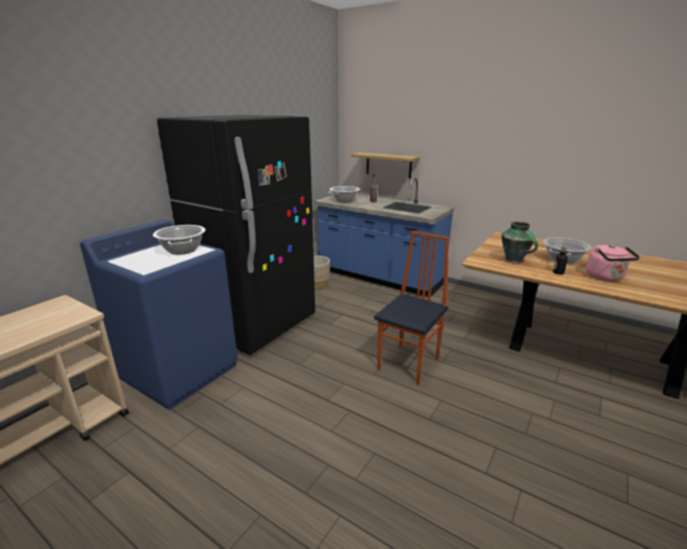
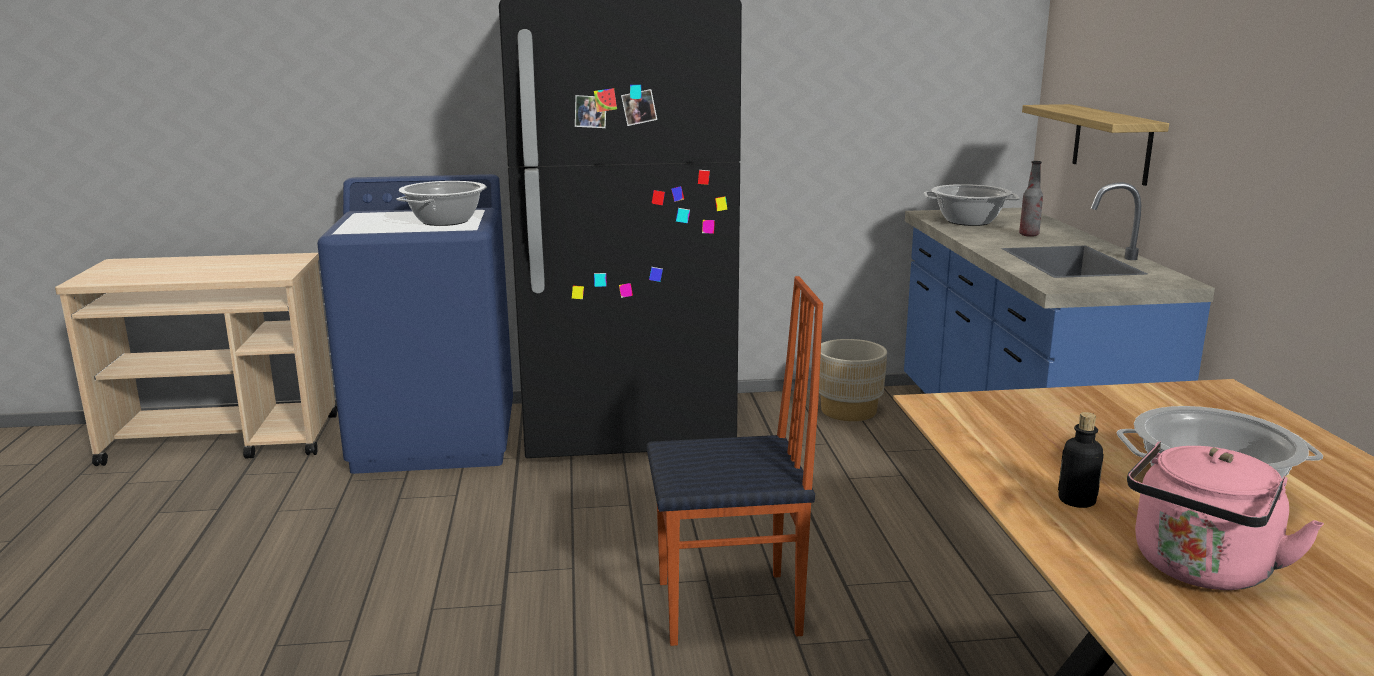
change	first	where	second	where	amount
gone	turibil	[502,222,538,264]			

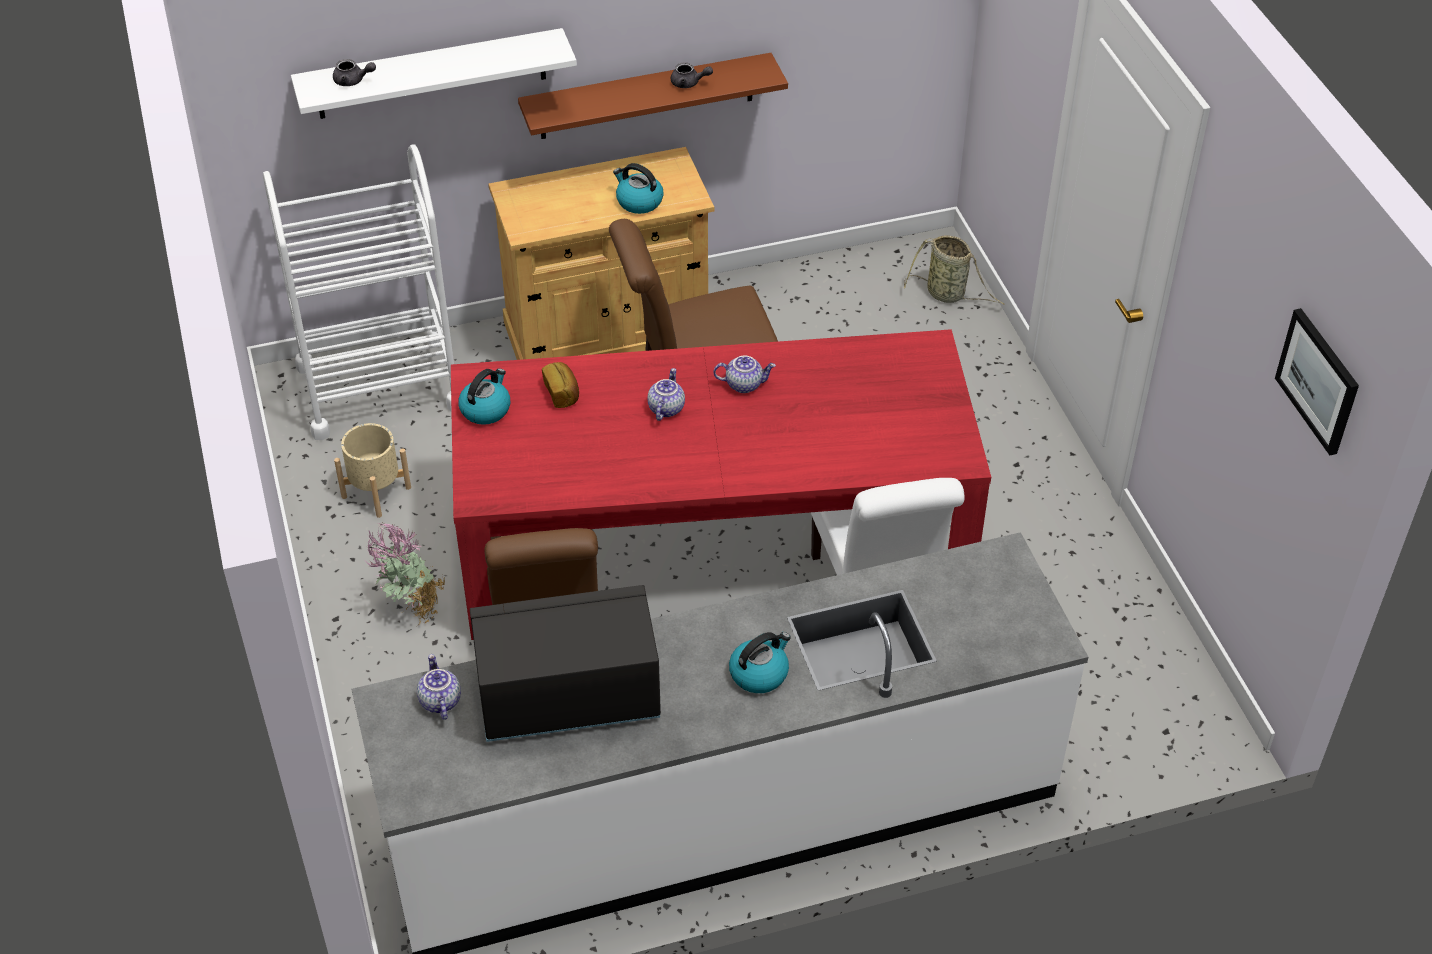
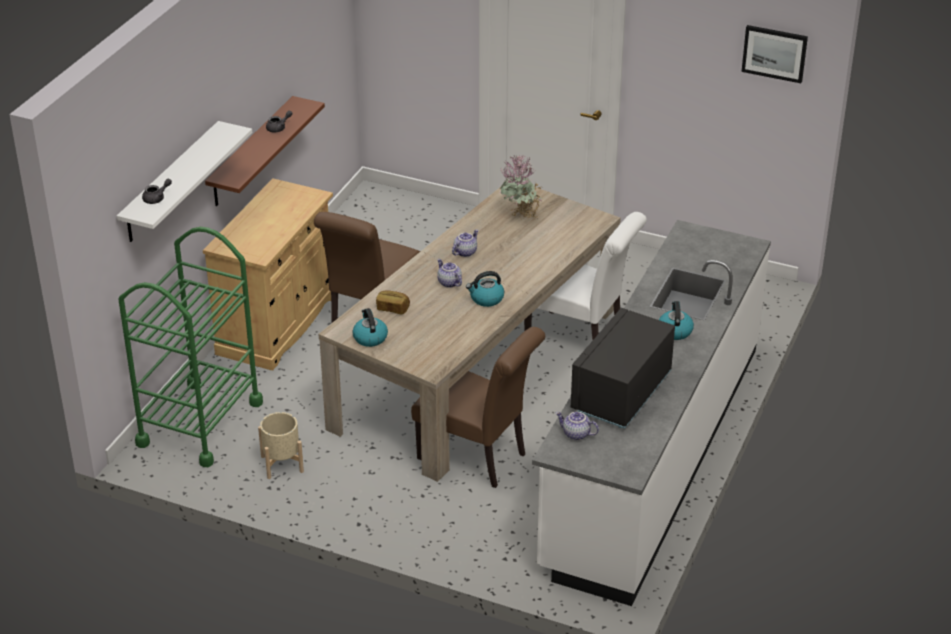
change	first	where	second	where	amount
repainted	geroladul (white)	[263,144,454,440]	geroladul (green)	[118,227,263,467]	
shifted	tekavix	[613,163,664,214]		[466,271,504,307]	
gone	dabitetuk	[904,235,1004,304]			
repainted	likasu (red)	[451,329,991,640]	likasu (beige)	[319,186,621,482]	
shifted	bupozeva	[363,523,445,626]		[500,155,543,219]	

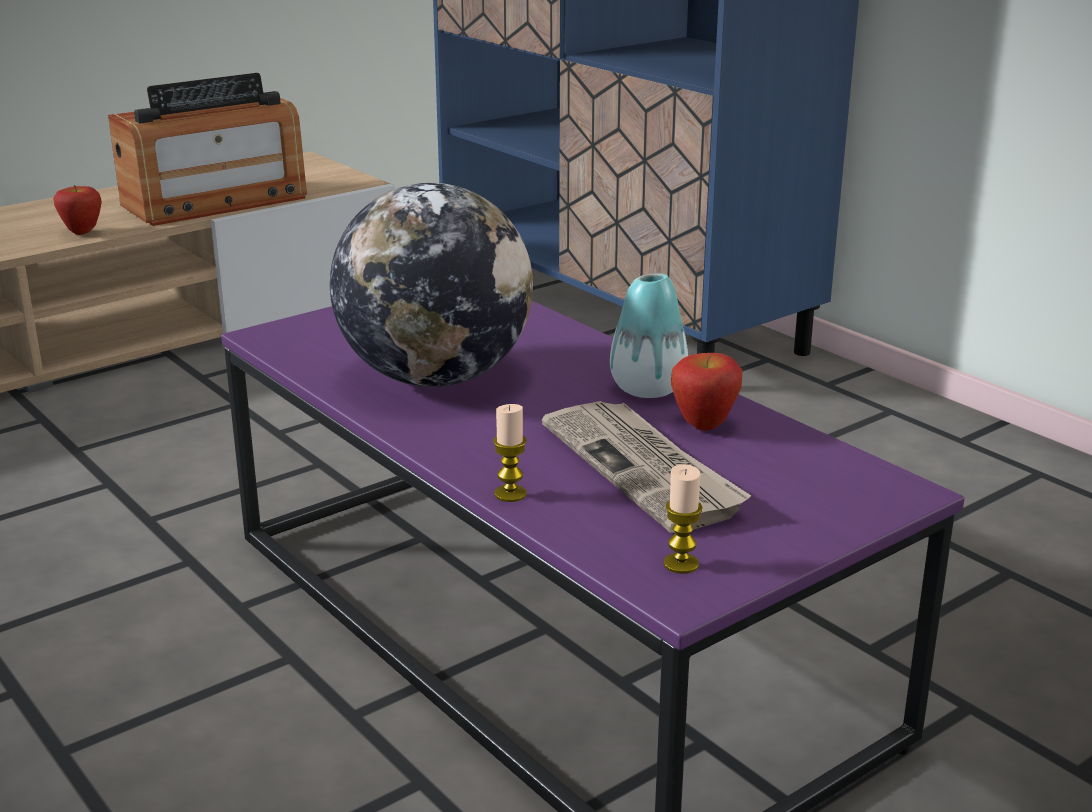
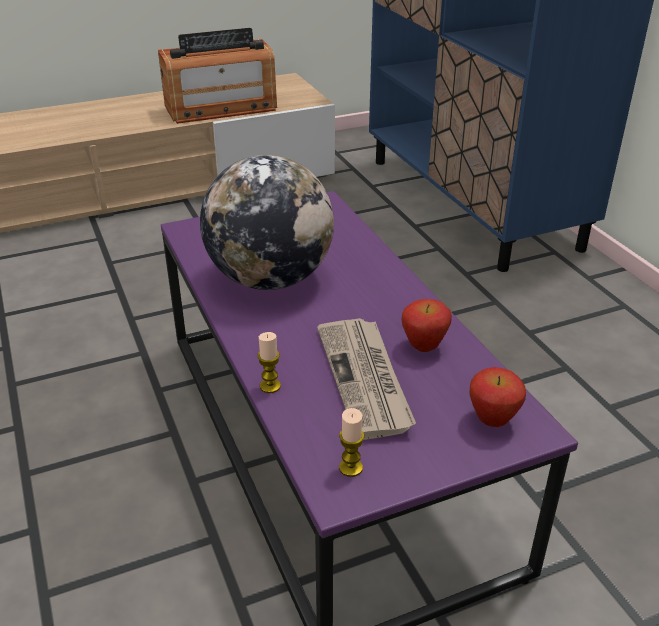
change	first	where	second	where	amount
shifted	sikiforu	[53,185,102,235]		[470,367,526,427]	
gone	turibil	[610,273,688,398]			

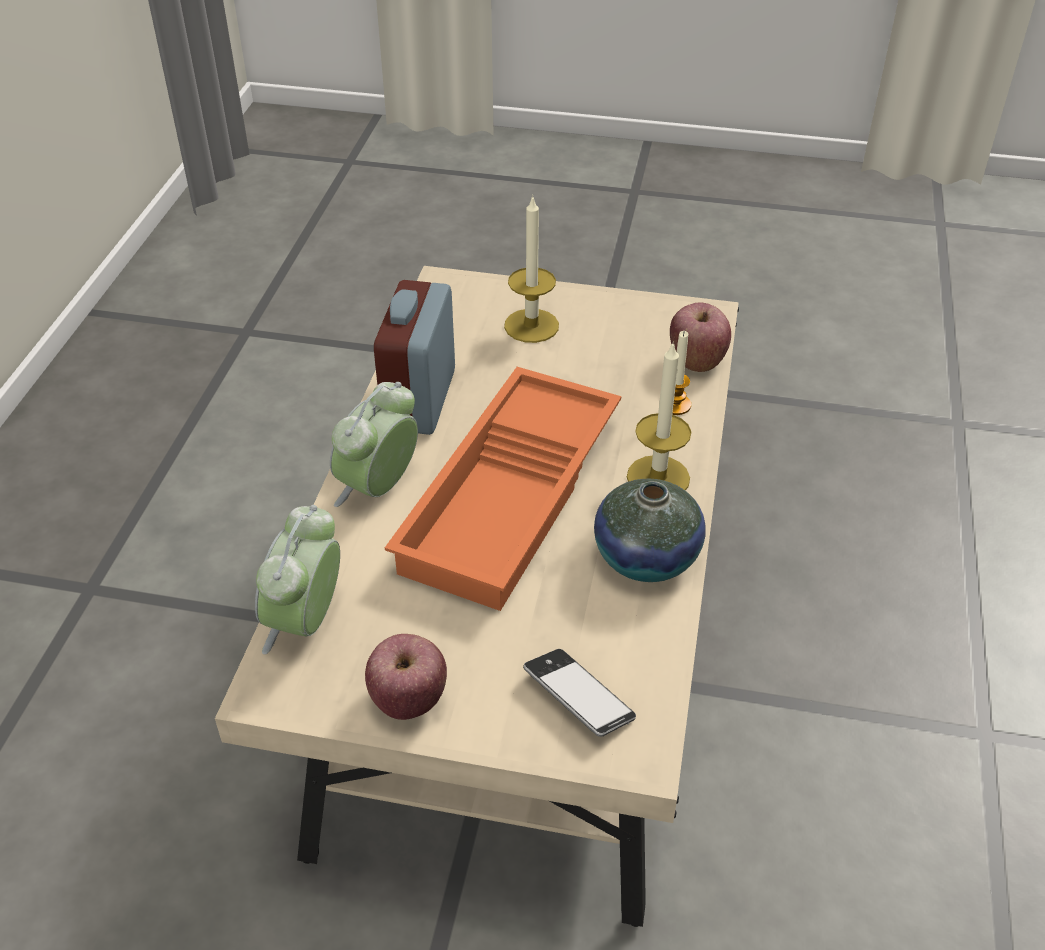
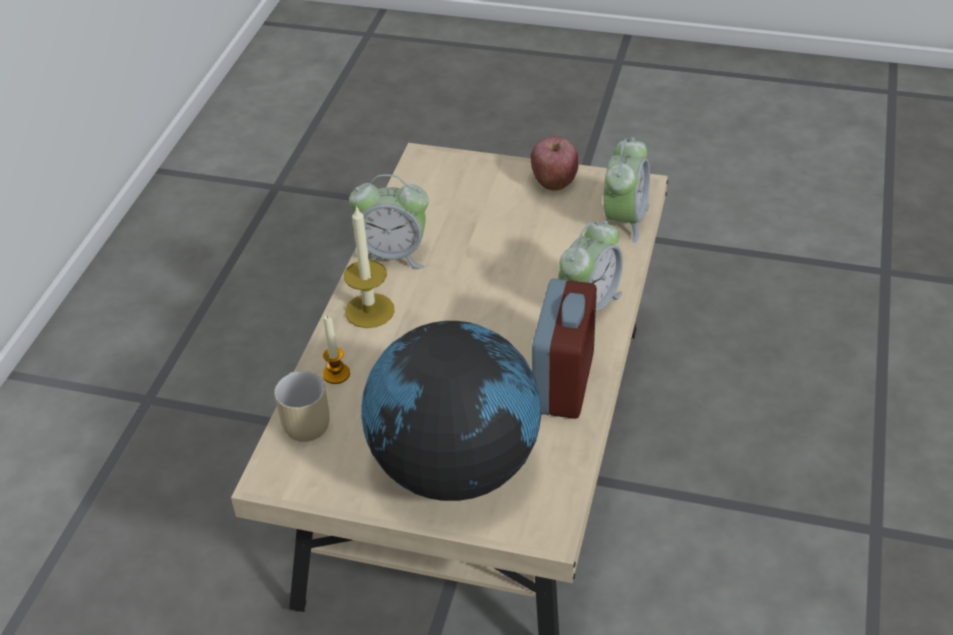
change	first	where	second	where	amount
swapped	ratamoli	[504,195,559,343]	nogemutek	[362,321,541,501]	
swapped	sikiforu	[670,302,731,372]	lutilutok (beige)	[274,371,330,442]	
gone	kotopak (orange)	[385,367,621,611]			
swapped	turibil	[594,479,706,582]	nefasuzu	[349,174,429,268]	
gone	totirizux	[523,649,636,737]			

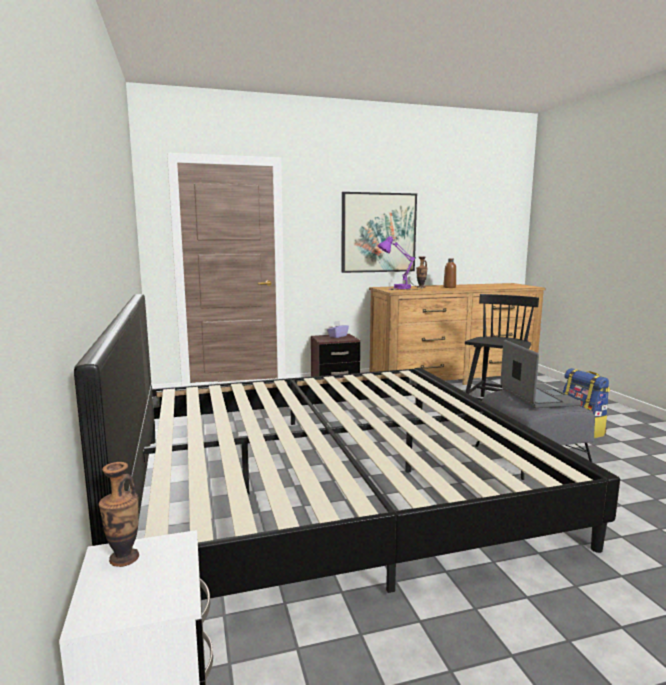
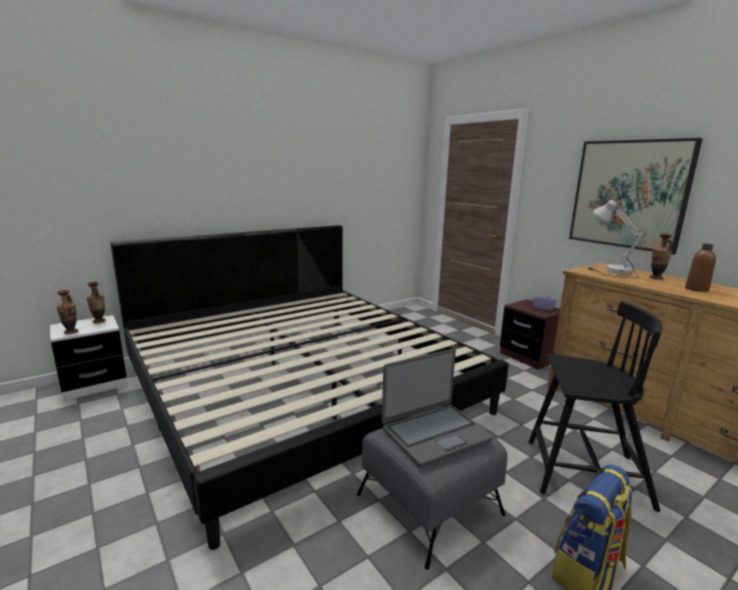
change	first	where	second	where	amount
repainted	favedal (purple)	[378,236,422,290]	favedal (white)	[588,200,646,278]	
new			turibil	[57,290,78,334]	

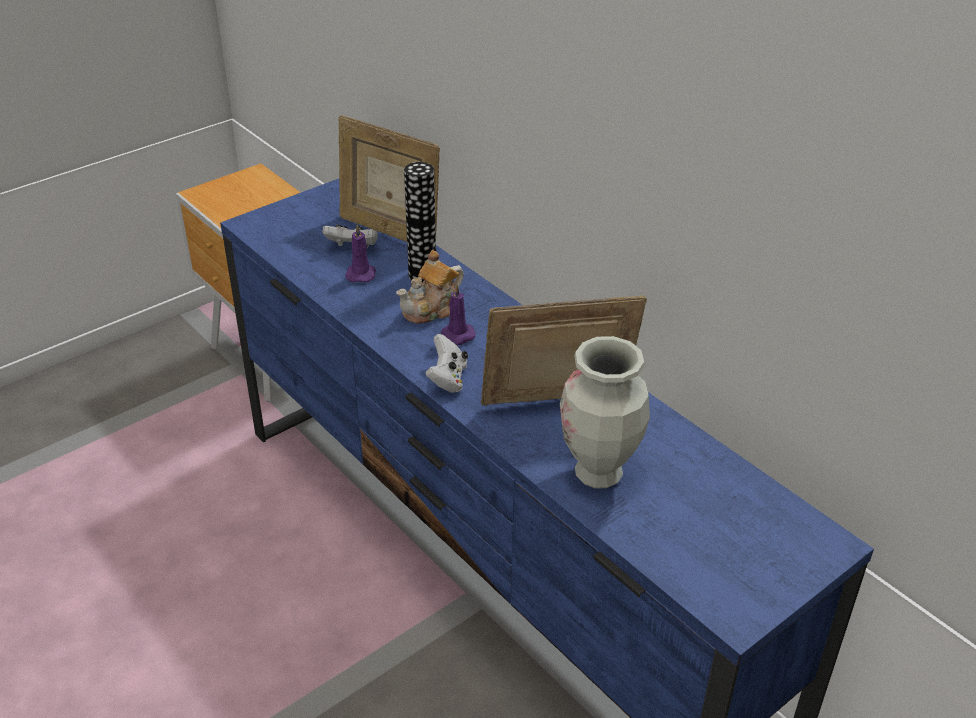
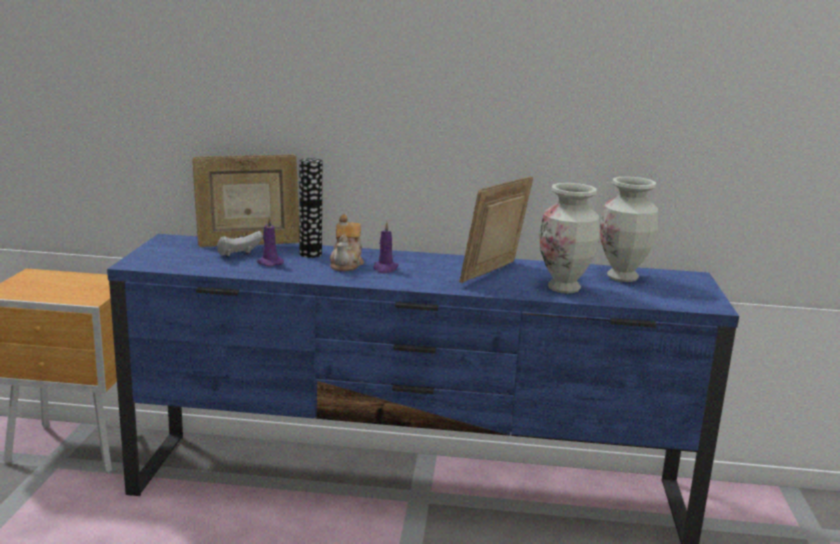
change	first	where	second	where	amount
gone	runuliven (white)	[425,334,468,393]			
new			turibil	[600,177,658,282]	

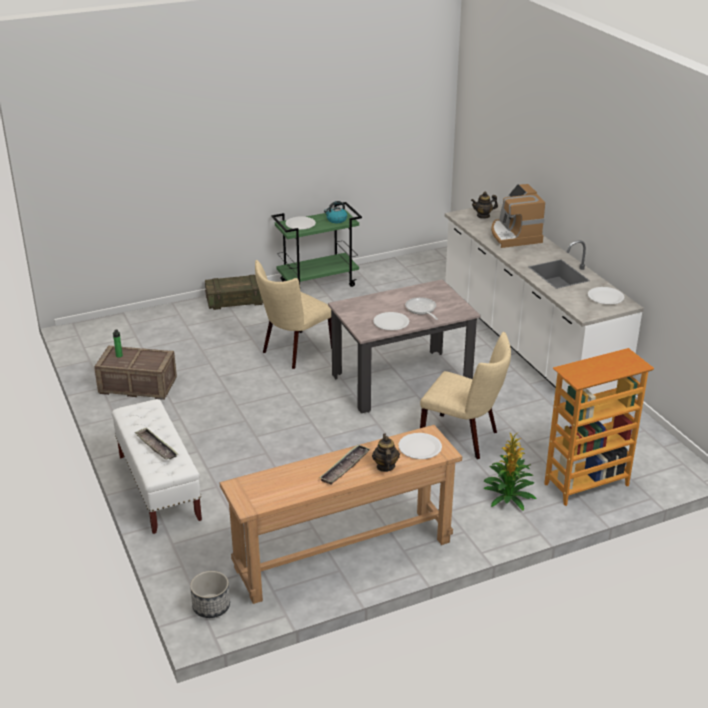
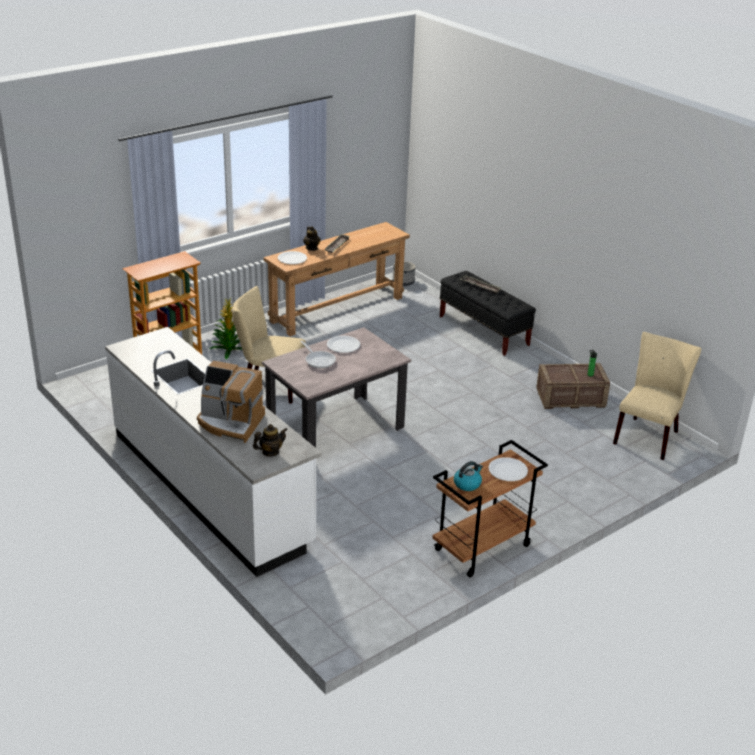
change	first	where	second	where	amount
rotated	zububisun	[491,184,545,248]		[197,361,265,443]	135 degrees clockwise
repainted	geroladul (green)	[272,202,362,292]	geroladul (brown)	[432,440,548,577]	
shifted	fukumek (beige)	[255,260,332,369]		[613,332,701,460]	
gone	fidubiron	[205,275,263,310]			
gone	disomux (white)	[588,287,624,305]			
repainted	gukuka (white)	[111,399,202,534]	gukuka (black)	[440,271,536,356]	

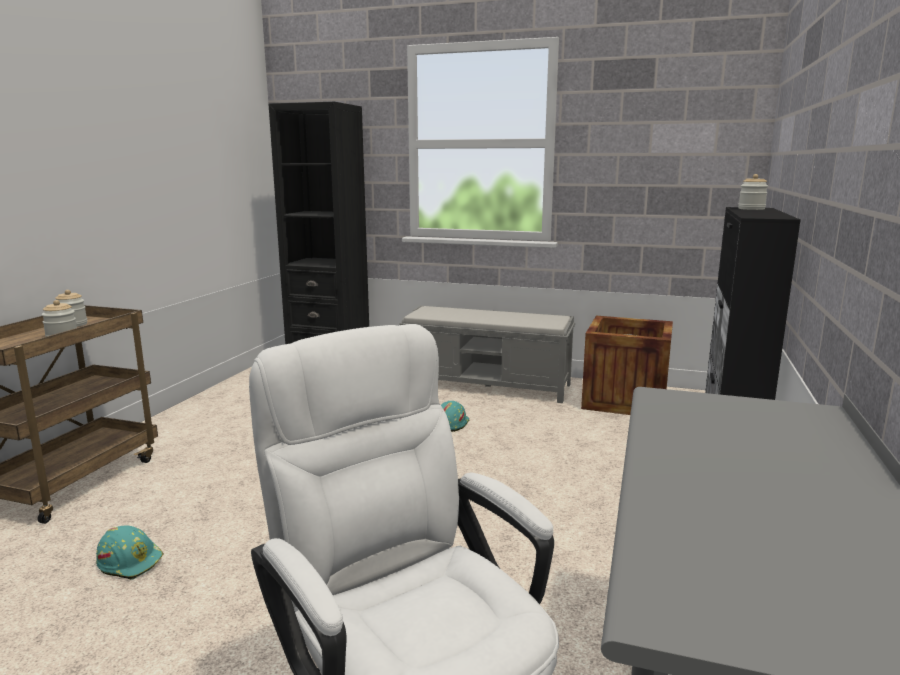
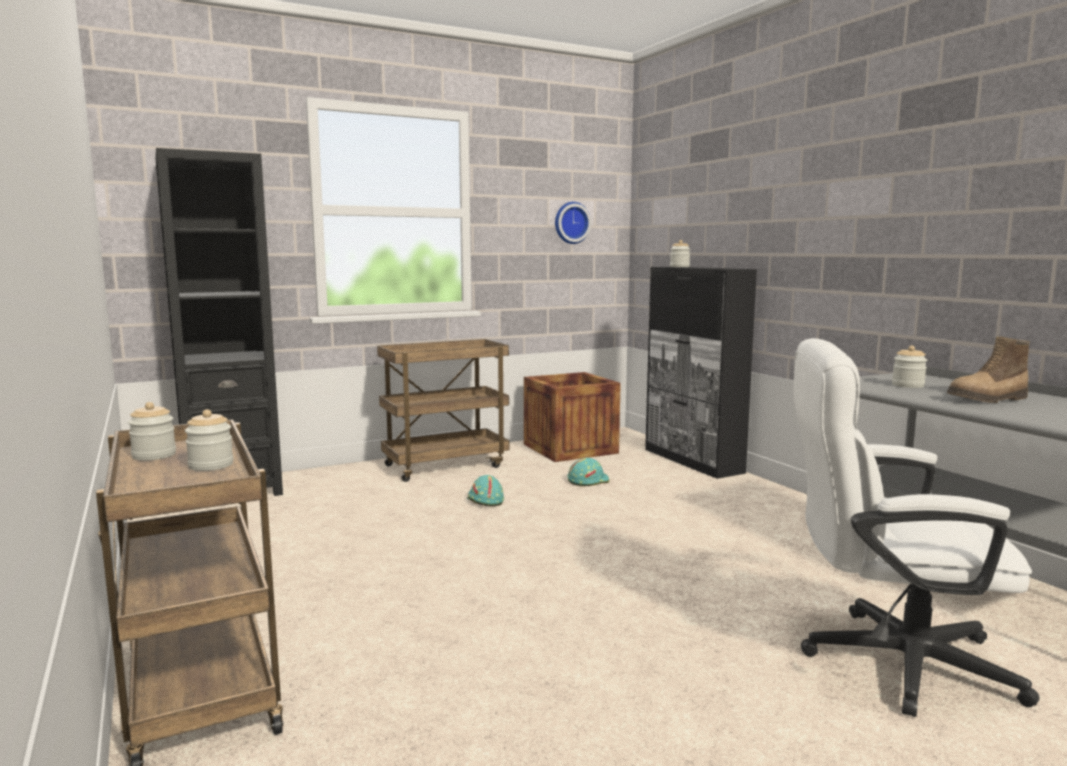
change	first	where	second	where	amount
swapped	gukuka (grey)	[400,305,575,403]	geroladul (brown)	[377,339,509,482]	
shifted	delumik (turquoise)	[96,525,164,580]		[568,458,609,486]	
new			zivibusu	[555,202,591,244]	
new			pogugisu	[947,336,1030,403]	
new			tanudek	[892,346,927,388]	

